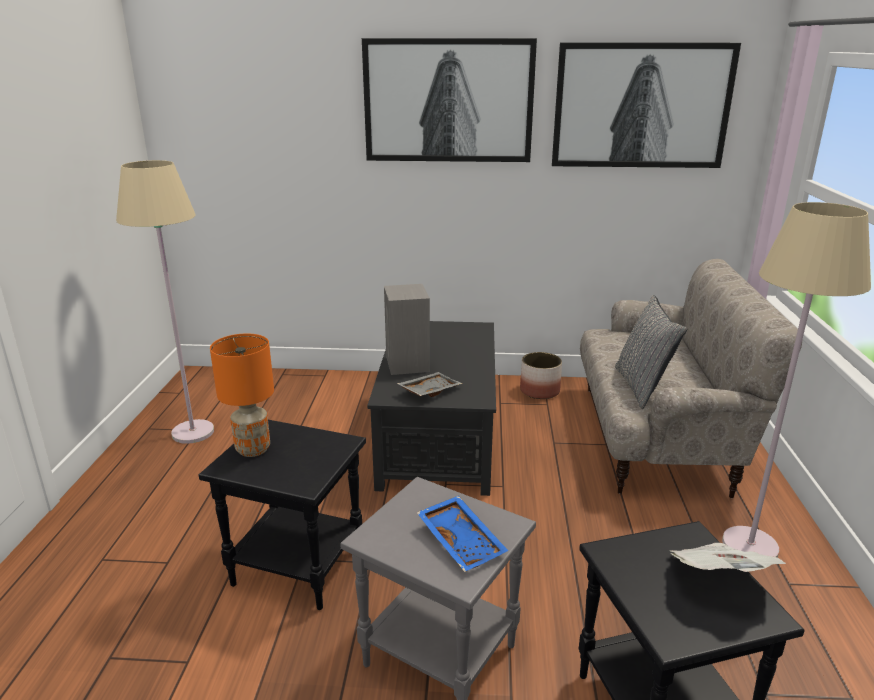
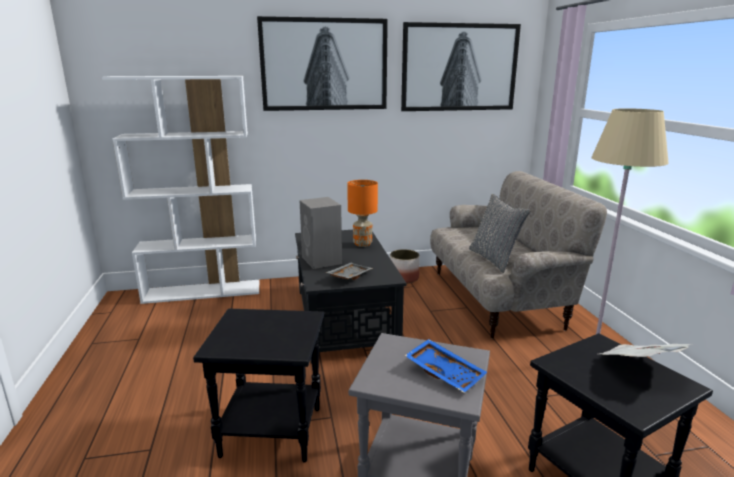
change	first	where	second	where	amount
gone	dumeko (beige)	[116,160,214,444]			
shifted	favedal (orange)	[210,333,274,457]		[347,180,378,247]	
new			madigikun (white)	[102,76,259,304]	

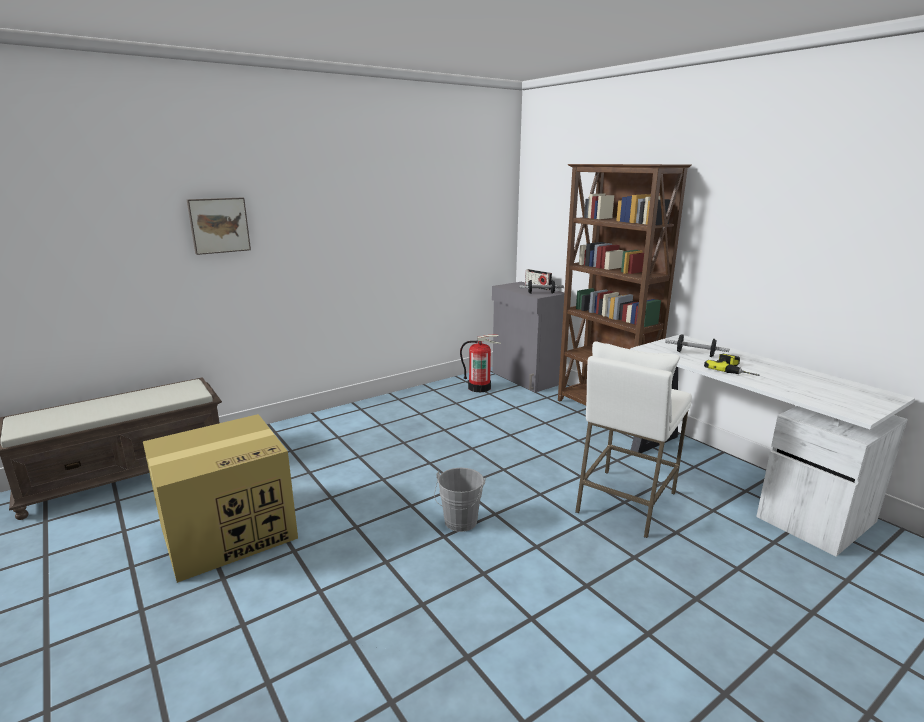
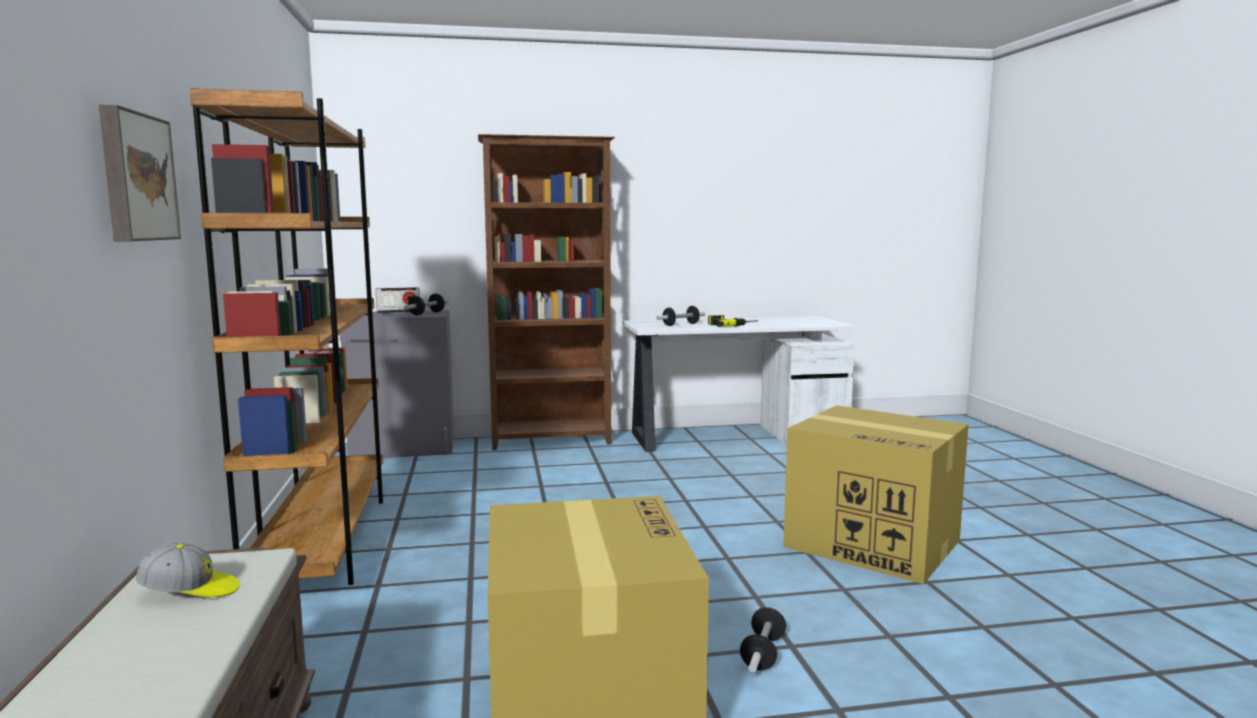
change	first	where	second	where	amount
gone	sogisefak	[460,335,501,392]			
gone	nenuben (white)	[575,341,692,538]			
gone	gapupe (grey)	[434,468,486,532]			
new			madigikun (brown)	[190,88,383,585]	
new			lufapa	[783,405,969,584]	
new			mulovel	[136,543,240,597]	
new			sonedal	[740,607,786,672]	

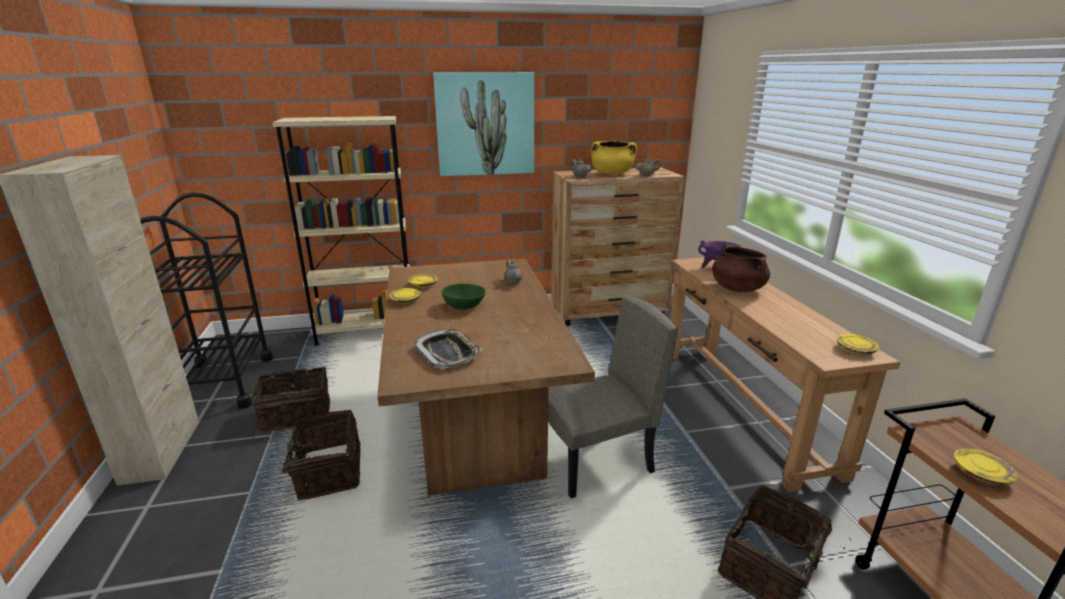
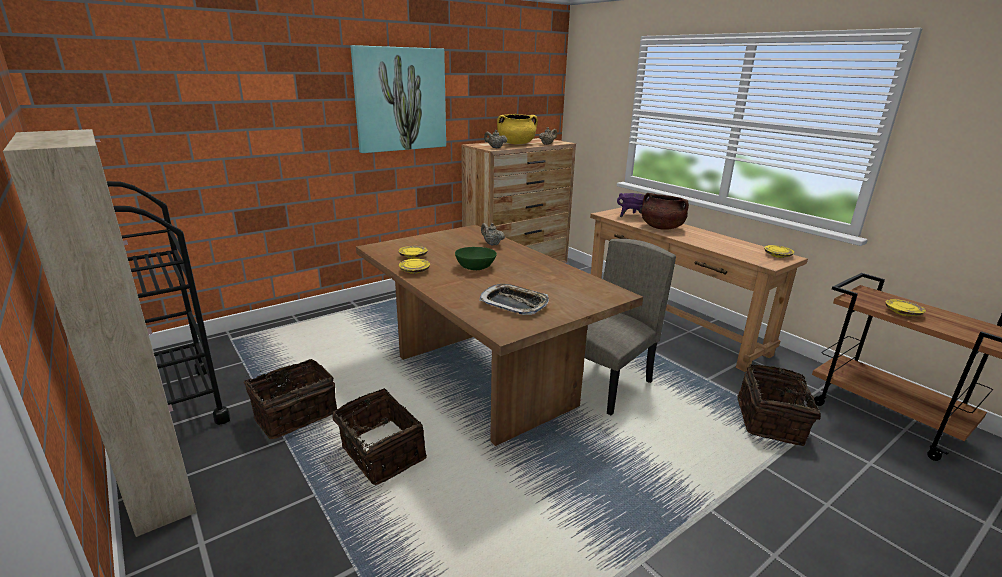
change	first	where	second	where	amount
gone	madigikun (beige)	[272,116,410,346]			

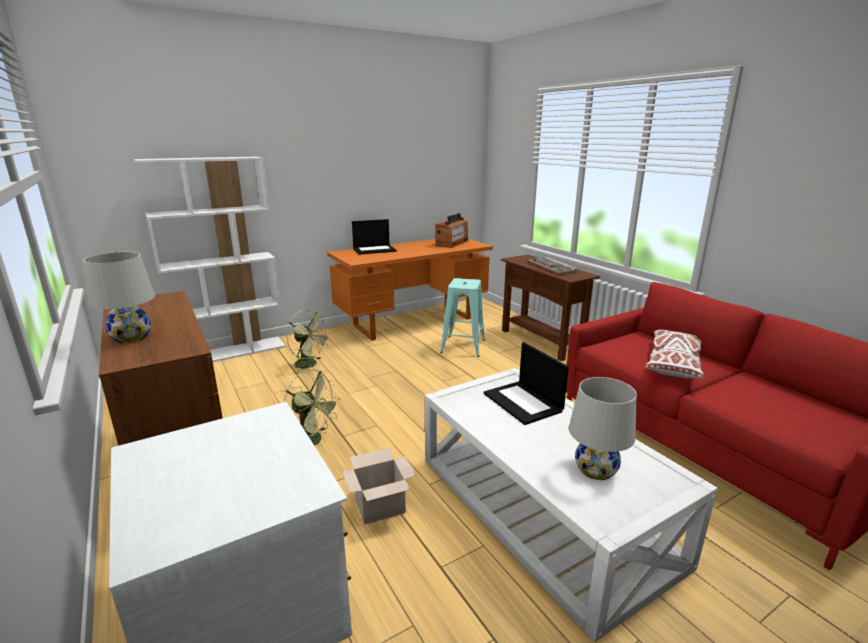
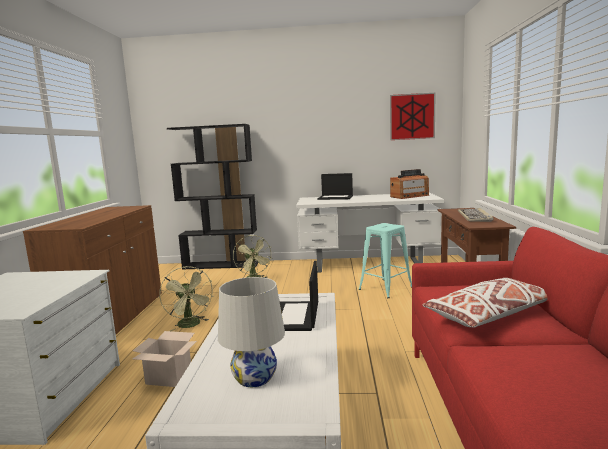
change	first	where	second	where	amount
repainted	madigikun (white)	[134,157,286,362]	madigikun (black)	[167,124,259,269]	
repainted	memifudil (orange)	[327,239,493,341]	memifudil (white)	[296,193,444,273]	
gone	favedal (white)	[83,252,155,343]			
new			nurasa	[390,92,436,140]	

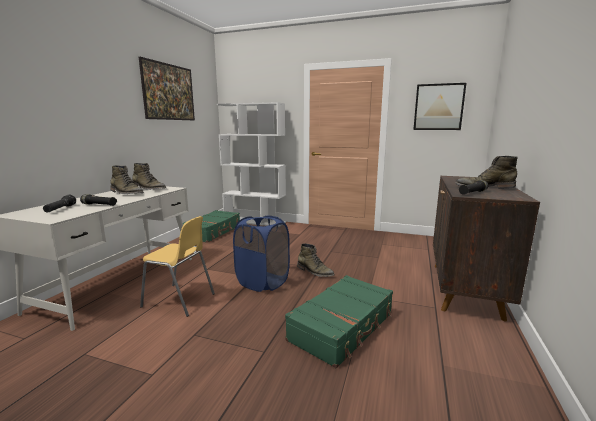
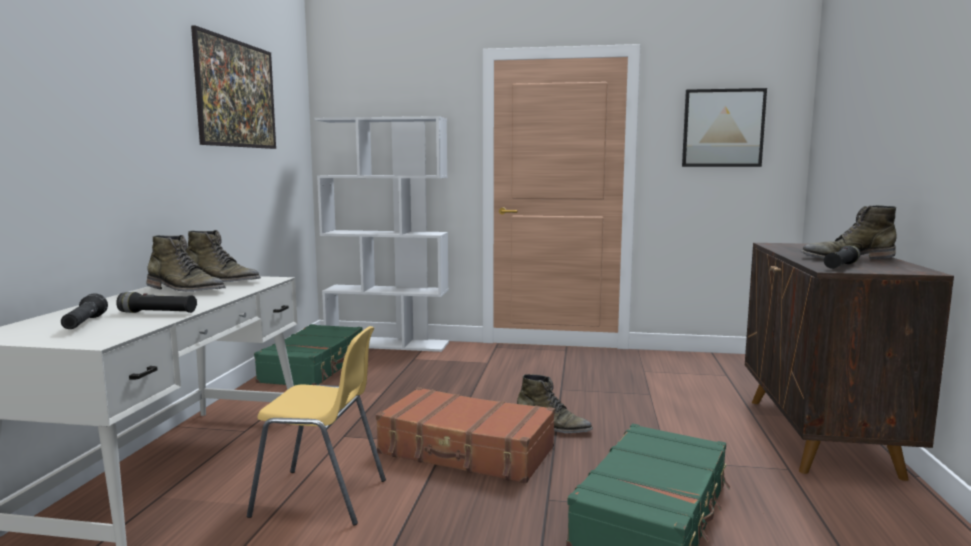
change	first	where	second	where	amount
swapped	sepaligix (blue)	[233,215,290,292]	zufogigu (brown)	[376,387,555,484]	

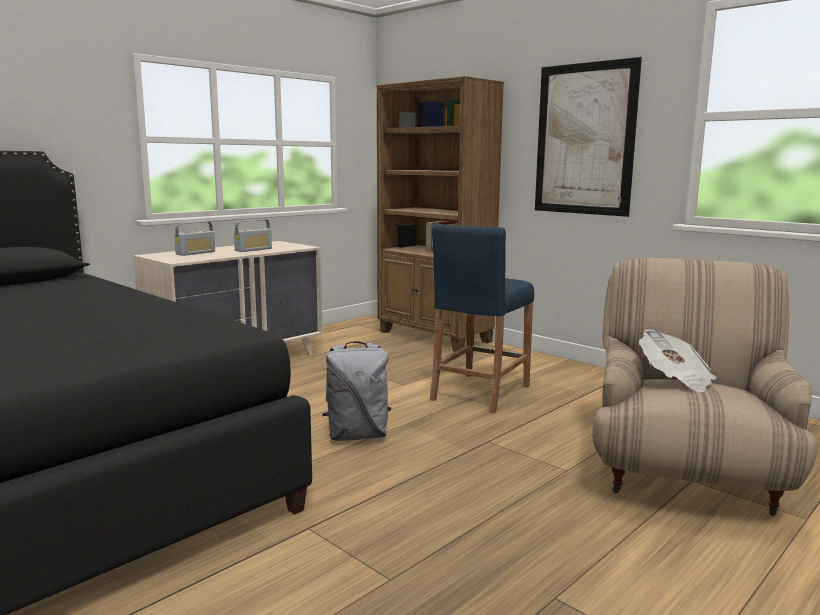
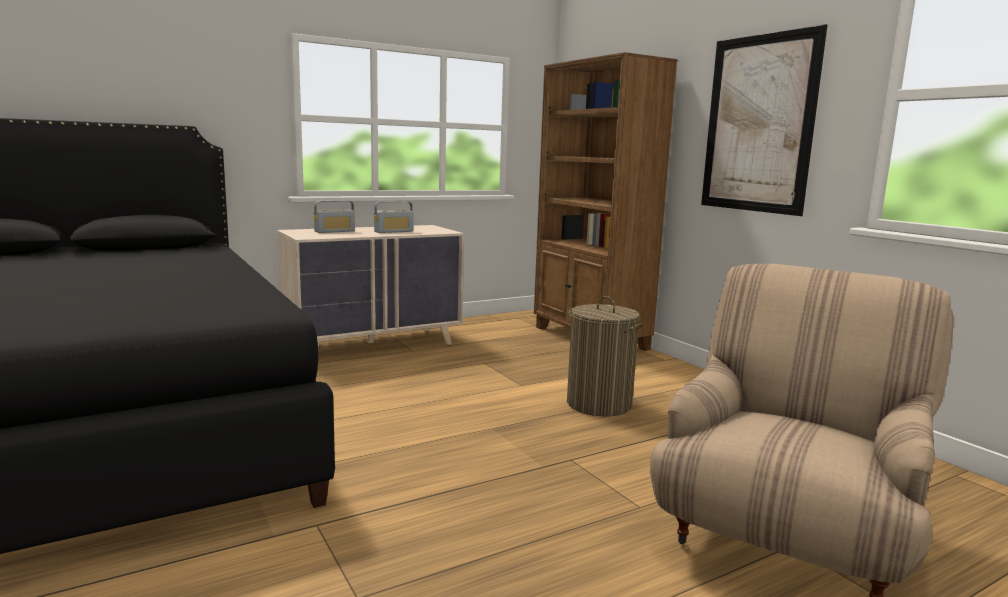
change	first	where	second	where	amount
swapped	nenuben (blue)	[430,223,534,414]	sepaligix	[567,296,642,416]	
gone	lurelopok	[639,329,716,393]			
gone	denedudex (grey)	[323,341,391,441]			

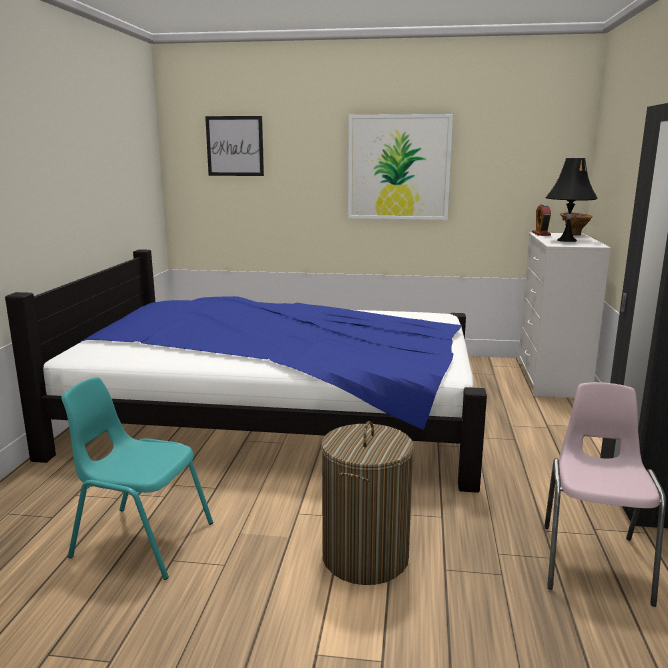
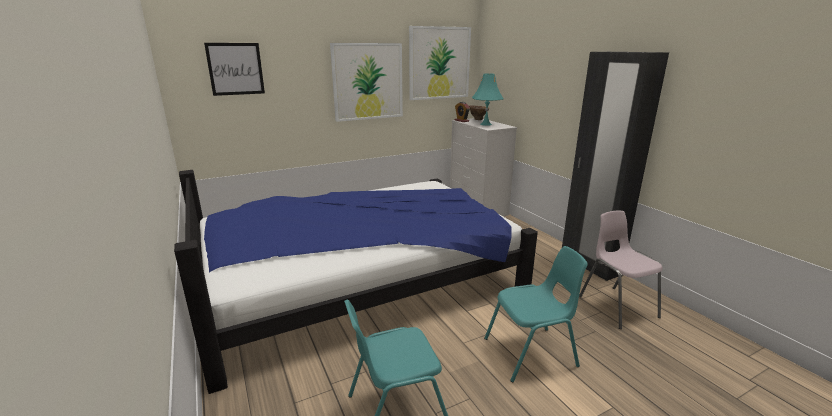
change	first	where	second	where	amount
repainted	favedal (black)	[546,158,597,242]	favedal (turquoise)	[472,74,503,126]	
swapped	sepaligix	[321,421,414,585]	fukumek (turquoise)	[484,246,588,382]	
new			nurasa	[409,26,471,100]	

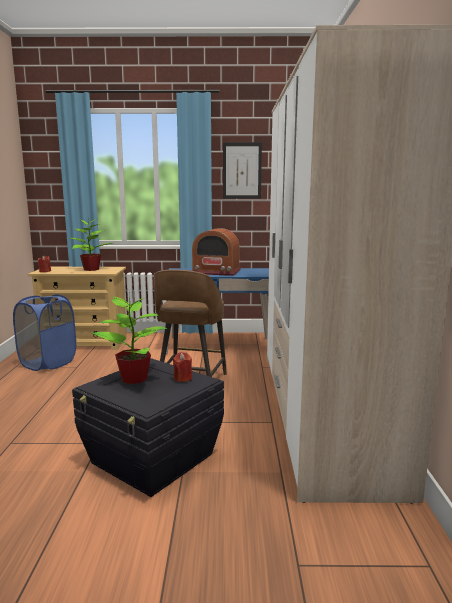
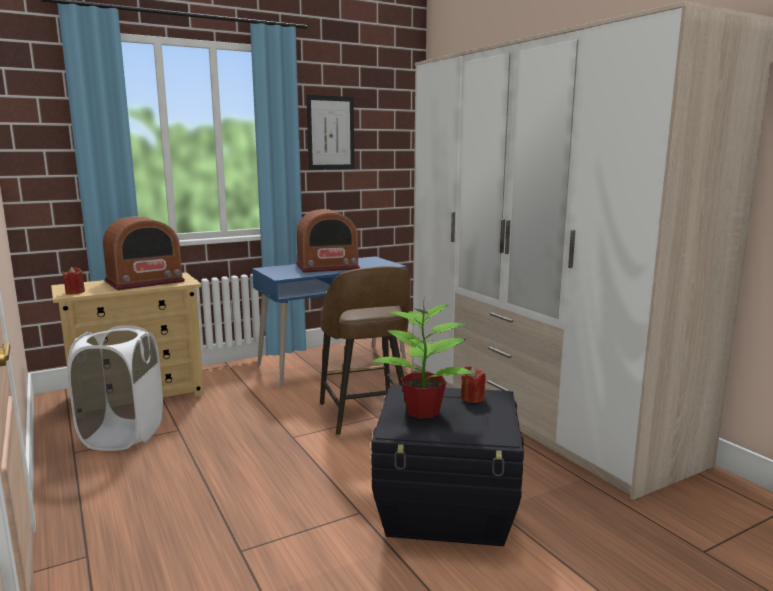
change	first	where	second	where	amount
swapped	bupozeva	[70,219,112,271]	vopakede	[103,216,185,290]	
repainted	sepaligix (blue)	[13,294,76,371]	sepaligix (white)	[67,325,163,451]	

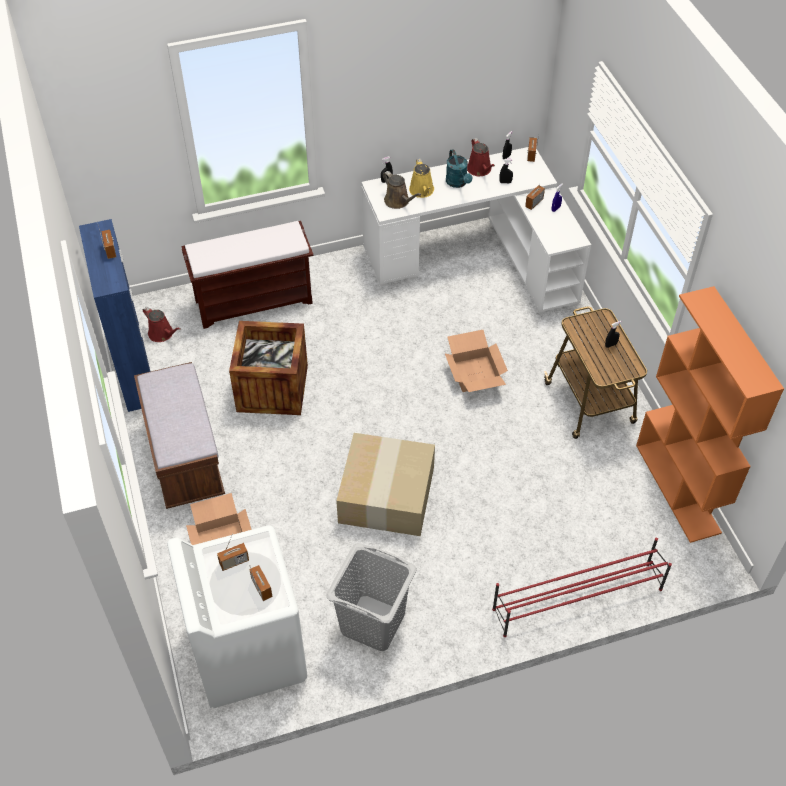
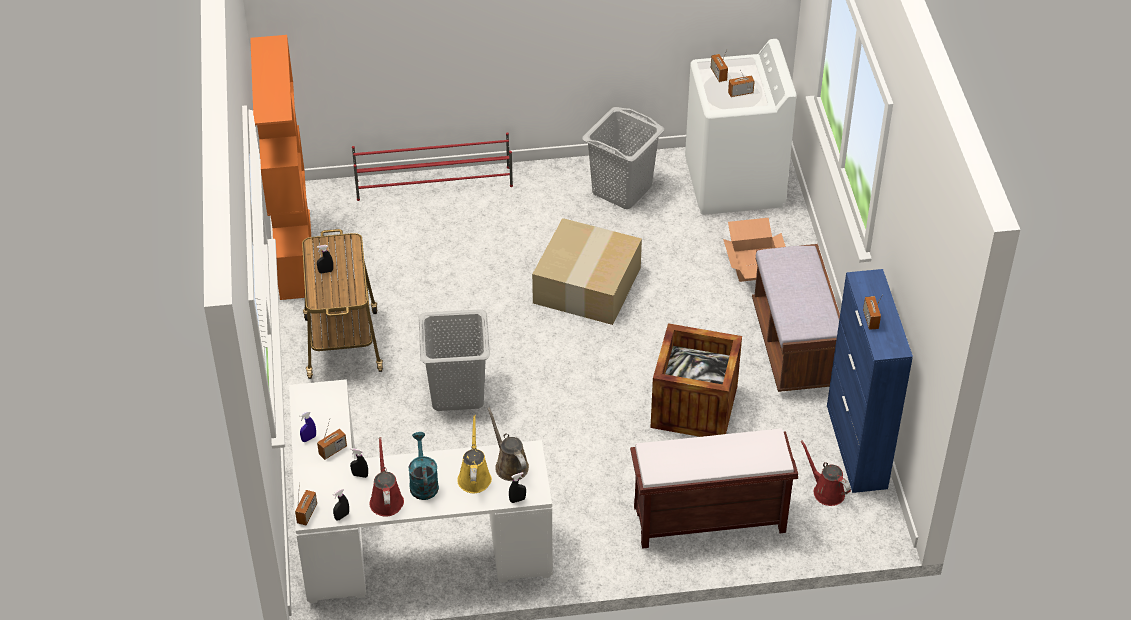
change	first	where	second	where	amount
swapped	lufapa	[445,330,508,392]	sepaligix (grey)	[419,309,490,411]	

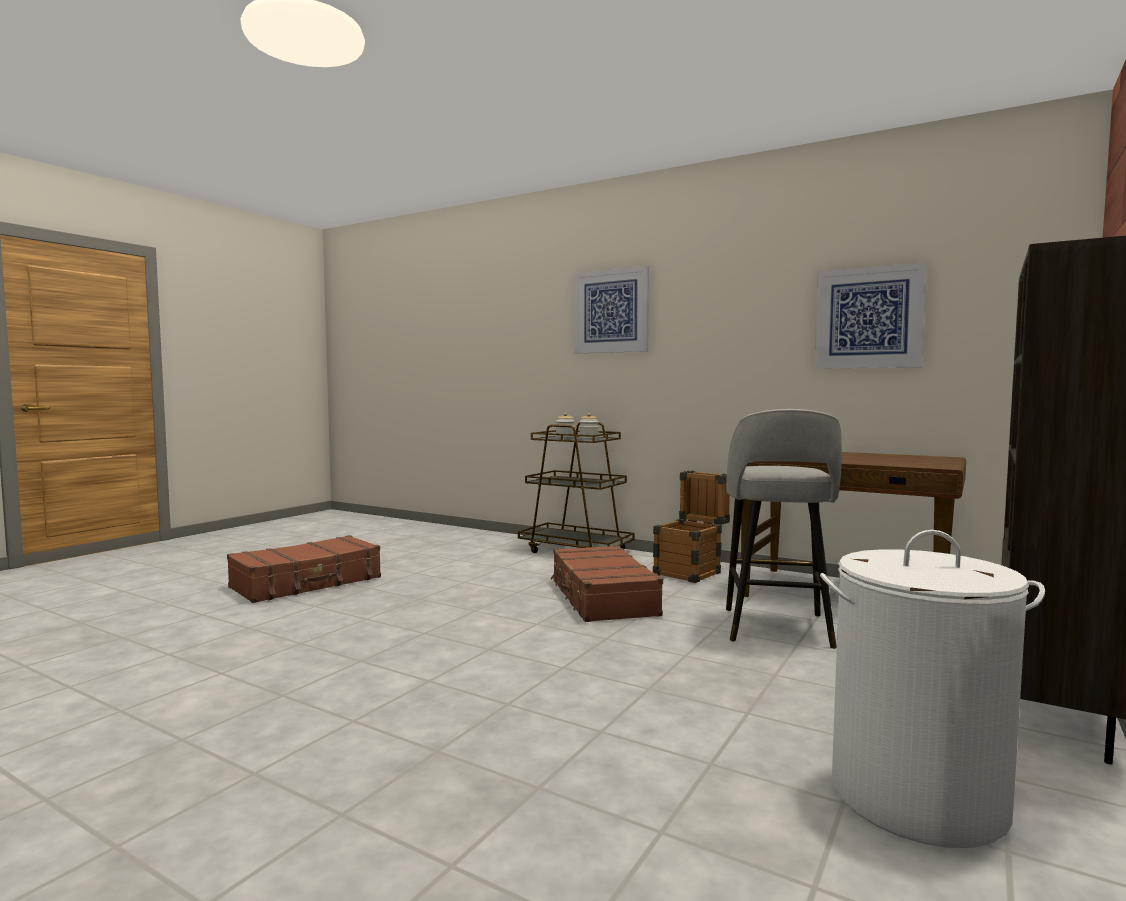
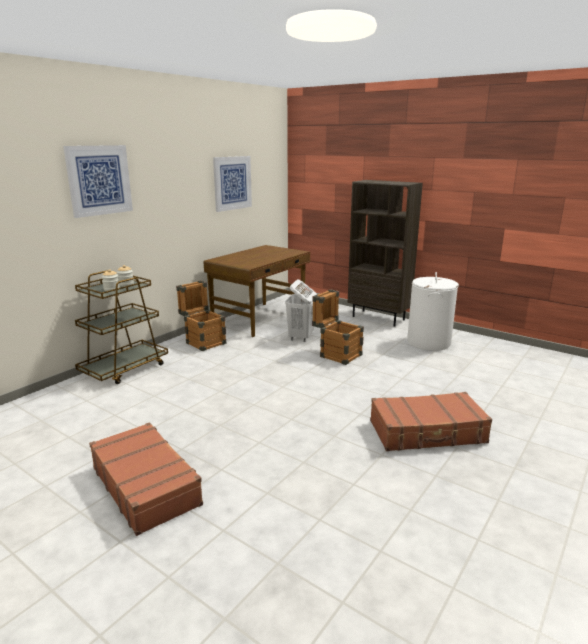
change	first	where	second	where	amount
swapped	nenuben (grey)	[726,409,842,649]	sepaligix (white)	[285,280,317,342]	
shifted	zufogigu (brown)	[550,545,663,622]		[370,392,492,451]	
new			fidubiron	[312,289,364,365]	

